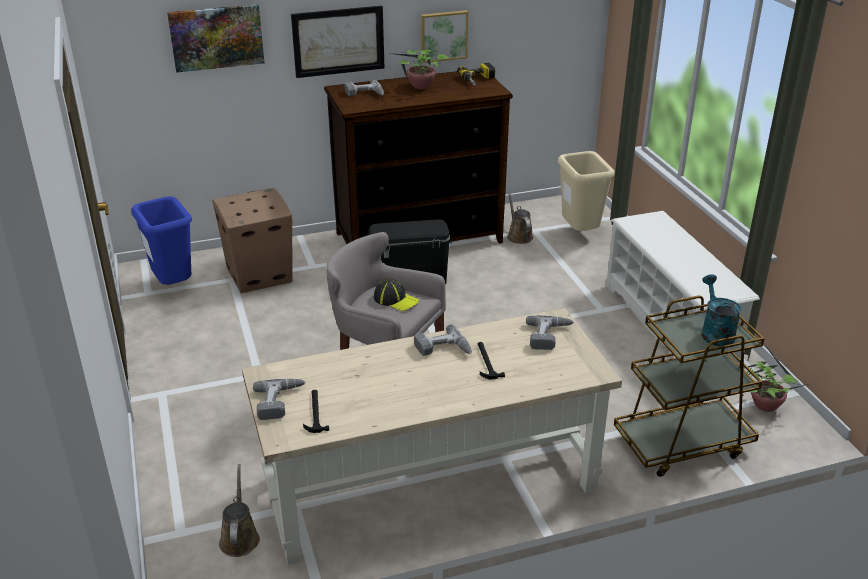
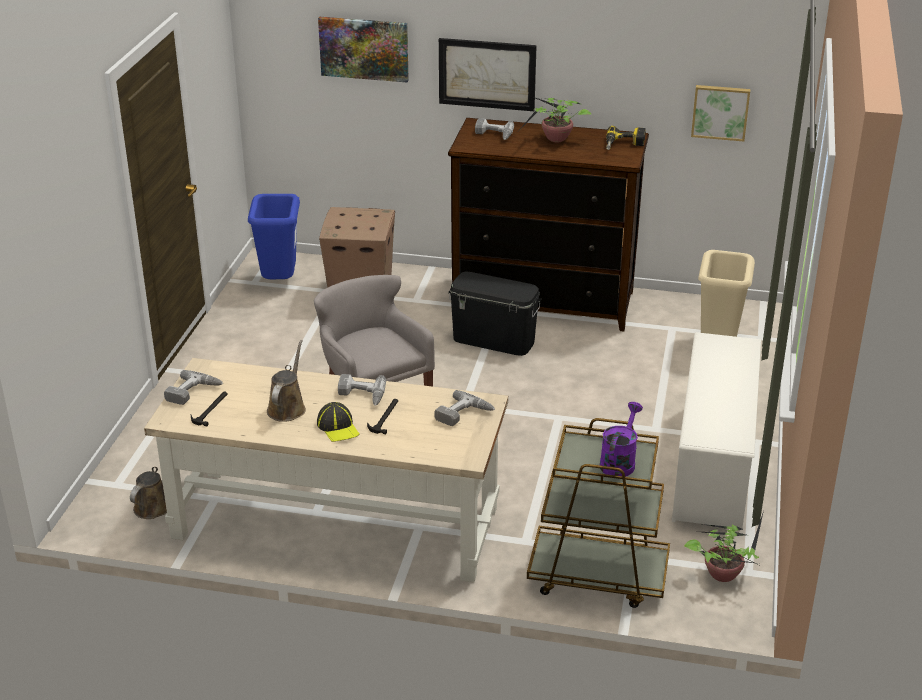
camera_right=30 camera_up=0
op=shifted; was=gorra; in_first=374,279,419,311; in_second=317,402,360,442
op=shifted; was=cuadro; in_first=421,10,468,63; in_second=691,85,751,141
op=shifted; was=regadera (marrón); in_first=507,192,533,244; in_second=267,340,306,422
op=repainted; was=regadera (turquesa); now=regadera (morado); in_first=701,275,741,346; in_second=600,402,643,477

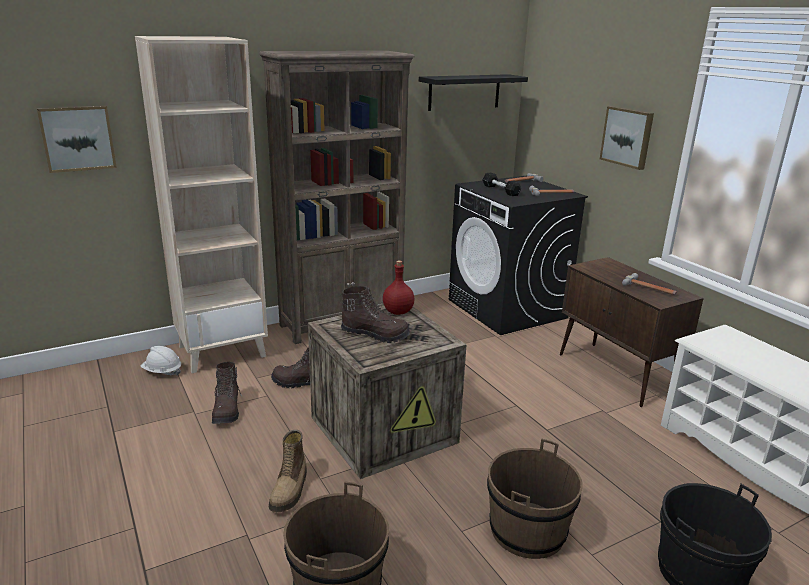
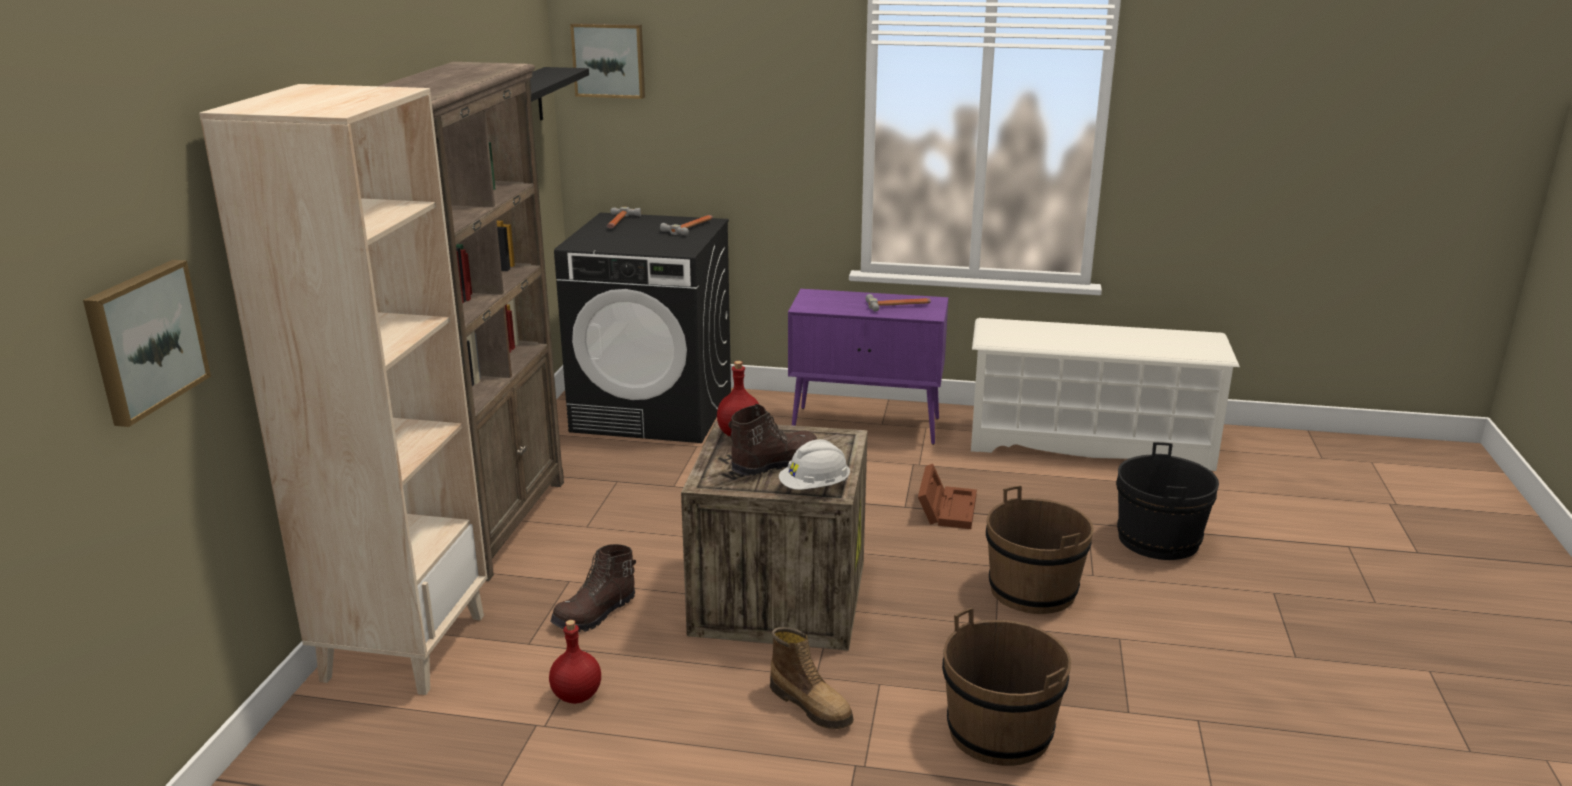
camera_right=-50 camera_up=0
op=shifted; was=casco (blanco); in_first=141,346,181,375; in_second=779,439,850,490
op=swapped; was=bota (marrón); now=botella (rojo); in_first=212,362,242,424; in_second=549,620,601,704
op=gone; was=mancuerna (negro); in_first=482,173,521,196
op=repainted; was=armario (marrón); now=armario (morado); in_first=560,257,704,407; in_second=788,289,948,445
op=shifted; was=cuadro; in_first=600,106,654,170; in_second=570,23,645,99
op=new; now=caja de almacenaje (marrón); in_second=918,464,977,529

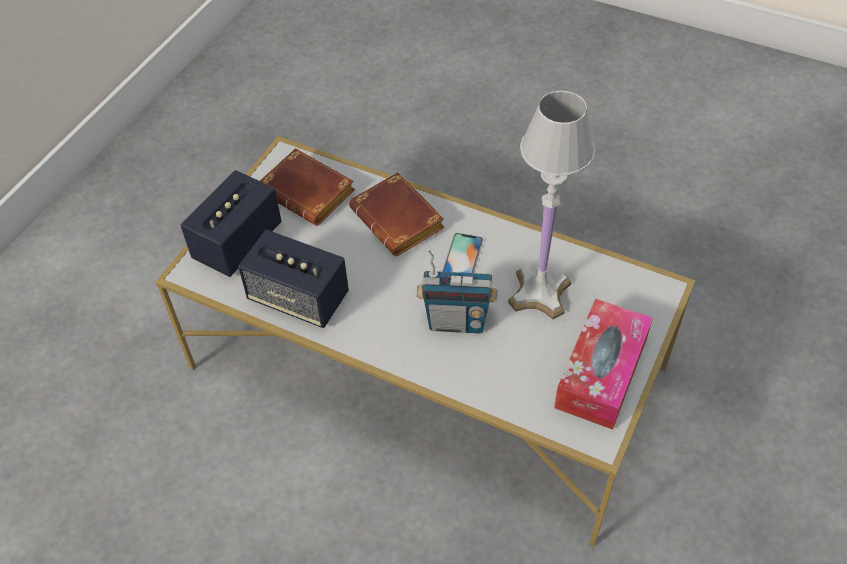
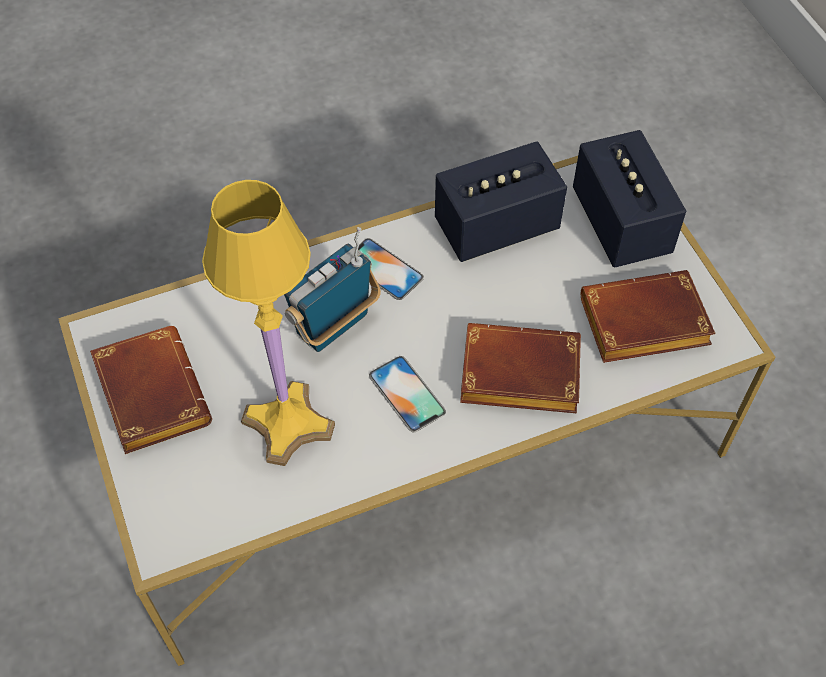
camera_right=130 camera_up=5
op=repainted; was=lámpara de mesa (blanco); now=lámpara de mesa (amarillo); in_first=508,91,595,319; in_second=202,180,335,466
op=swapped; was=caja de pañuelos; now=libro (marrón); in_first=554,299,653,430; in_second=90,326,212,454
op=new; now=móvil; in_second=358,238,424,300

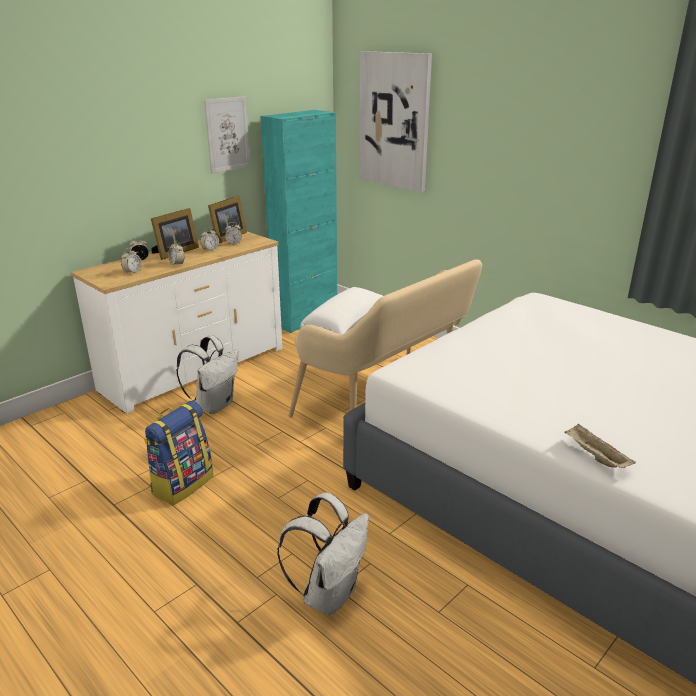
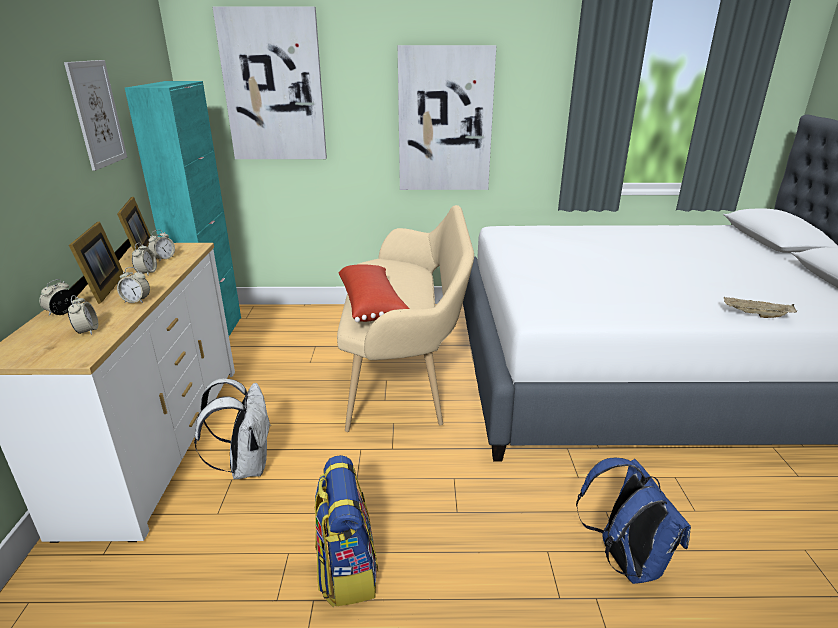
camera_right=-45 camera_up=0
op=repainted; was=mochila (blanco); now=mochila (azul); in_first=277,493,369,615; in_second=576,458,691,584
op=repainted; was=cojín (blanco); now=cojín (rojo); in_first=300,287,383,335; in_second=339,264,410,322
op=new; now=cuadro; in_second=398,45,496,190

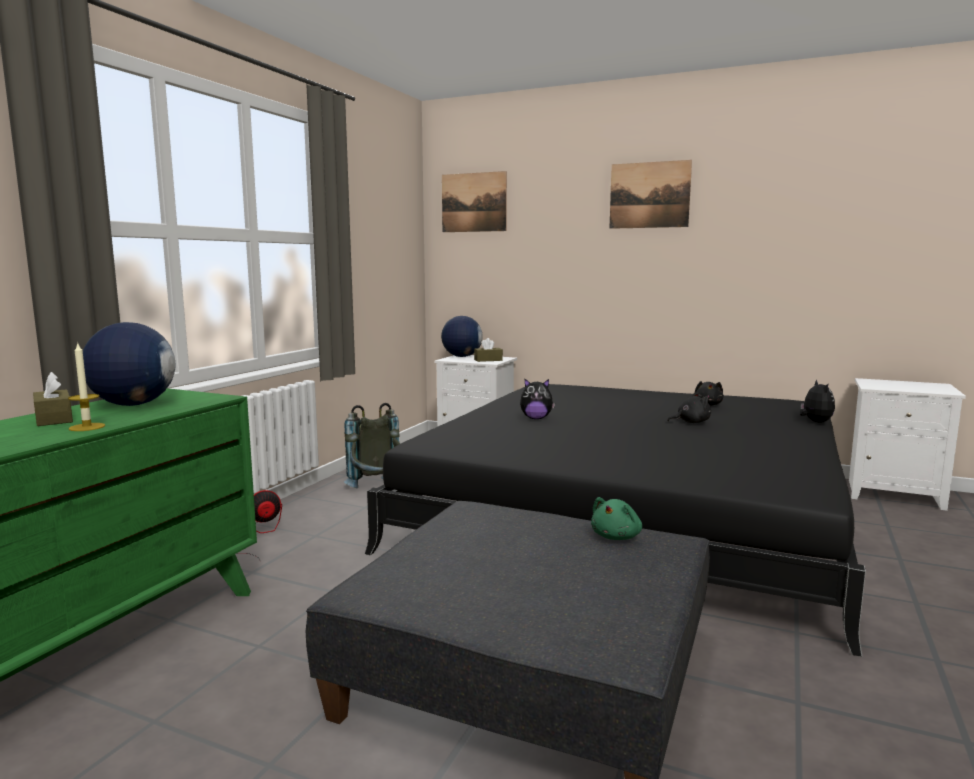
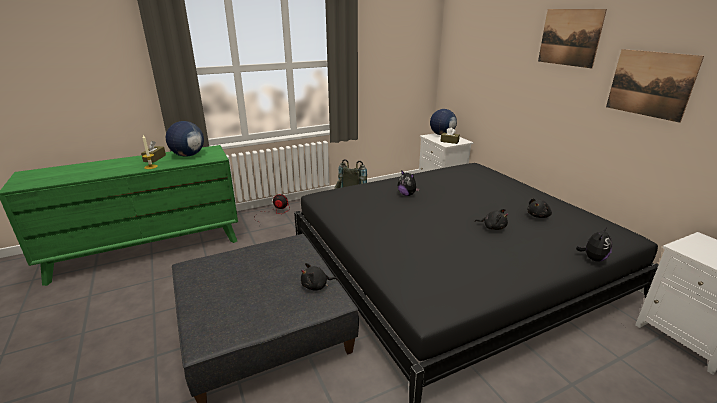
camera_right=40 camera_up=15
op=shifted; was=cuadro; in_first=442,171,507,232; in_second=606,49,704,123
op=repainted; was=peluche (verde); now=peluche (negro); in_first=591,497,642,540; in_second=301,263,338,290

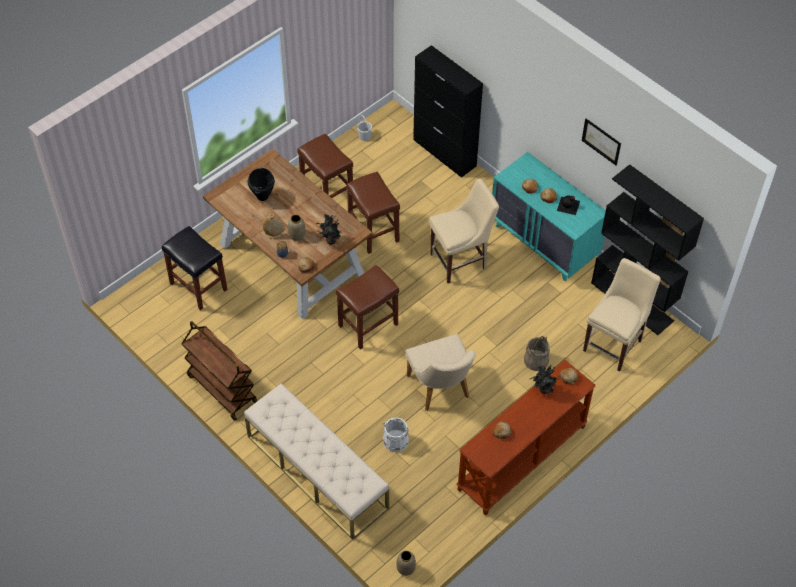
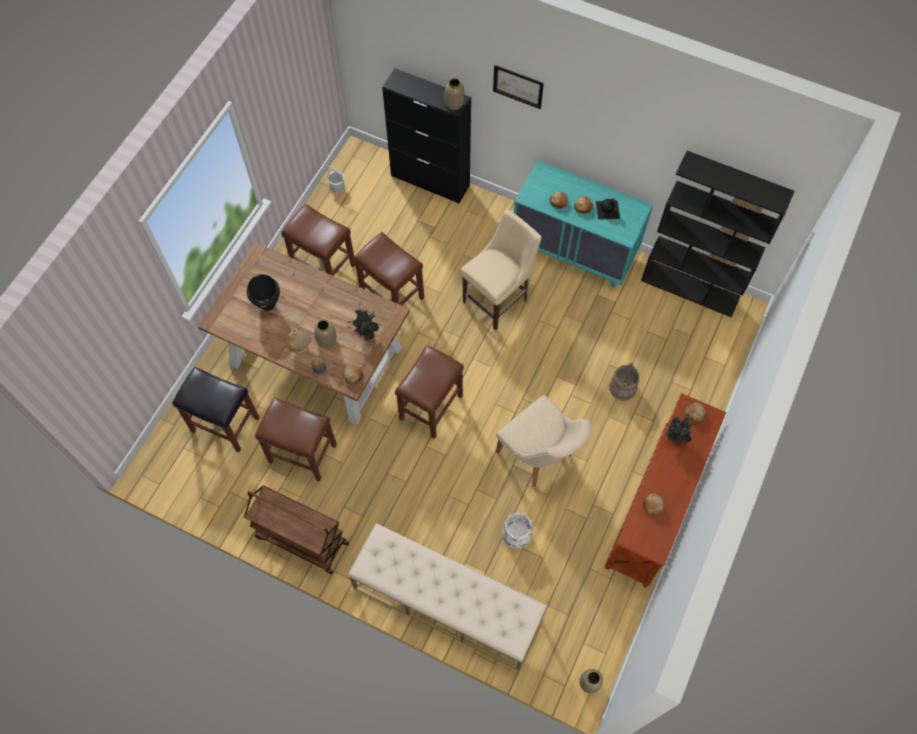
camera_right=-20 camera_up=10
op=shifted; was=cuadro; in_first=582,119,621,165; in_second=493,65,544,109
op=gone; was=silla (beis); in_first=583,258,661,371
op=new; now=taburete (marrón); in_second=255,397,337,482
op=new; now=florero; in_second=445,78,465,110

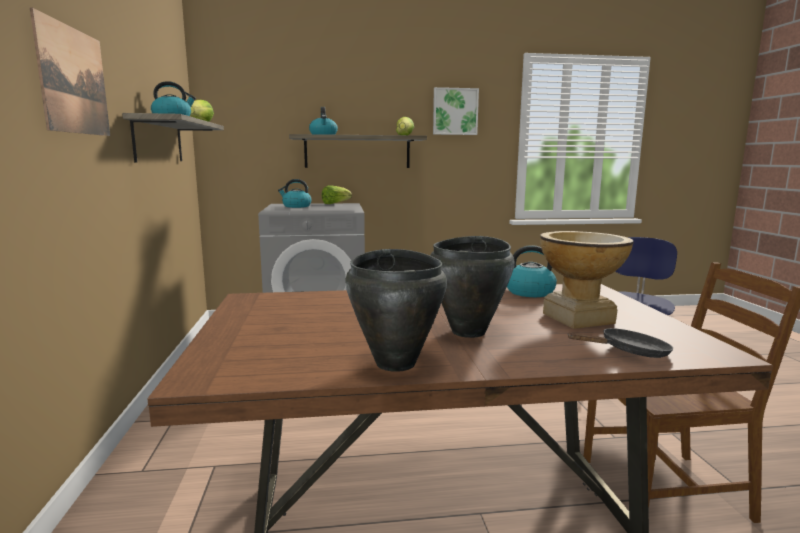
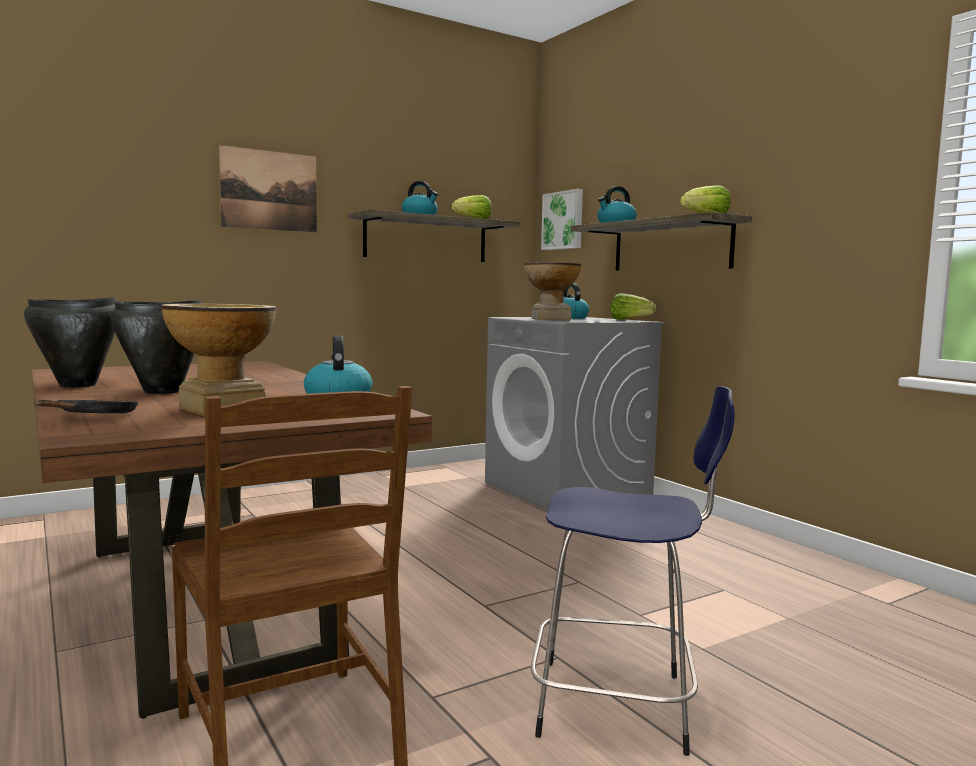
camera_right=65 camera_up=-5
op=shifted; was=cuadro; in_first=433,87,479,135; in_second=541,189,583,250
op=rotated; was=sartén (negro); in_first=567,328,674,358; in_second=34,399,138,413; clockwise=-135
op=new; now=florero; in_second=524,262,581,320

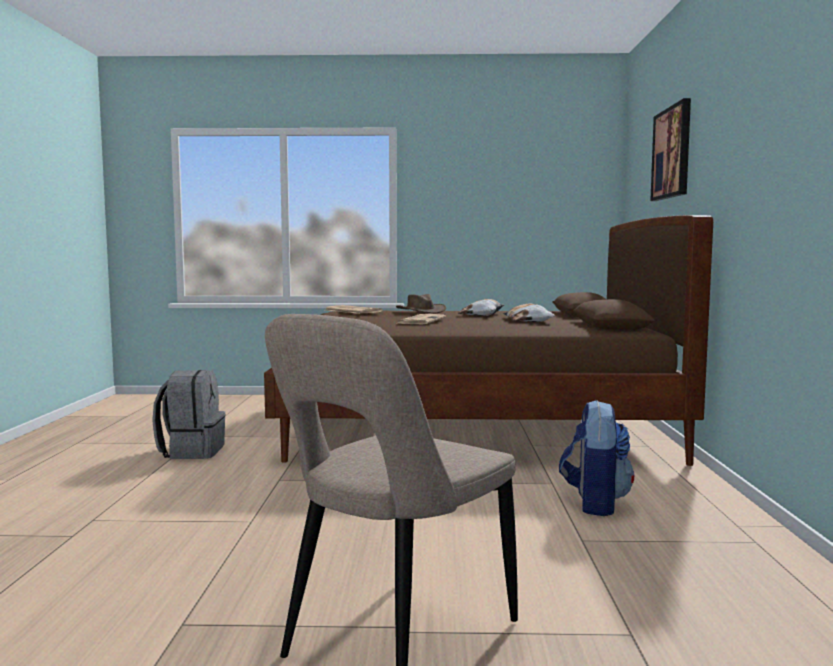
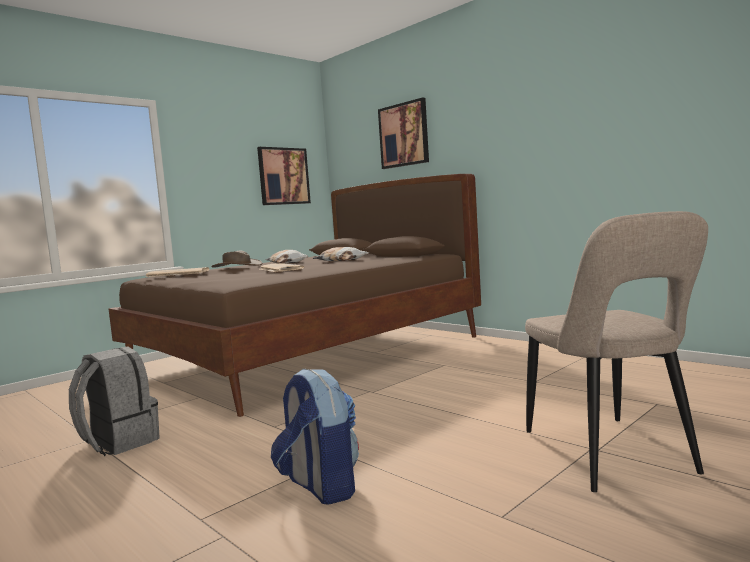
camera_right=-45 camera_up=0
op=shifted; was=mochila; in_first=559,400,634,516; in_second=271,368,359,505
op=new; now=cuadro; in_second=257,147,311,205

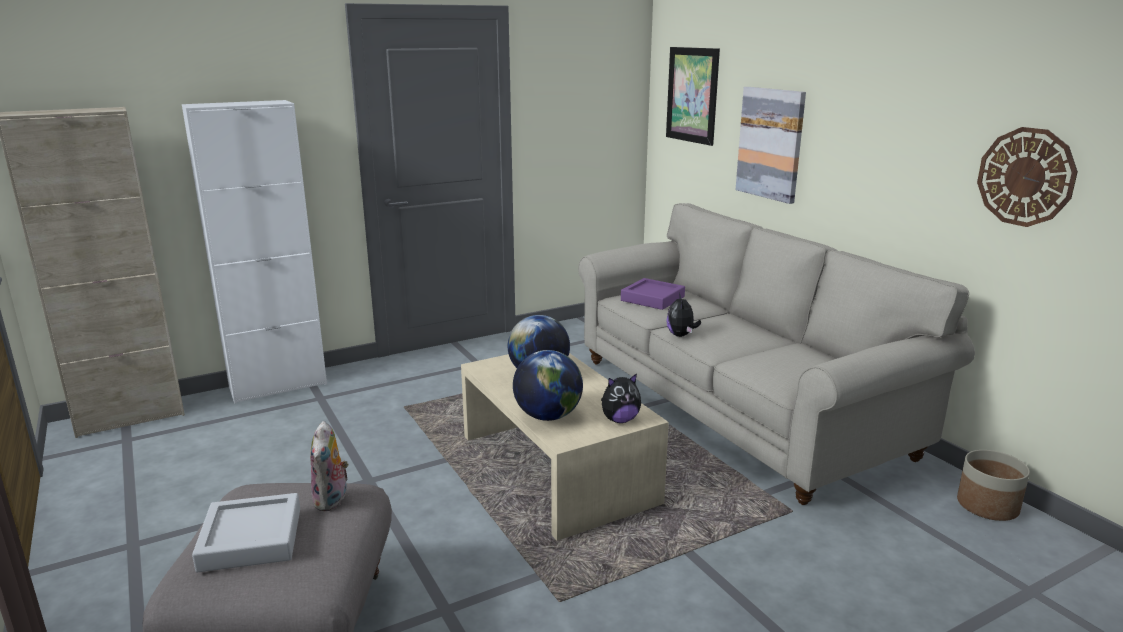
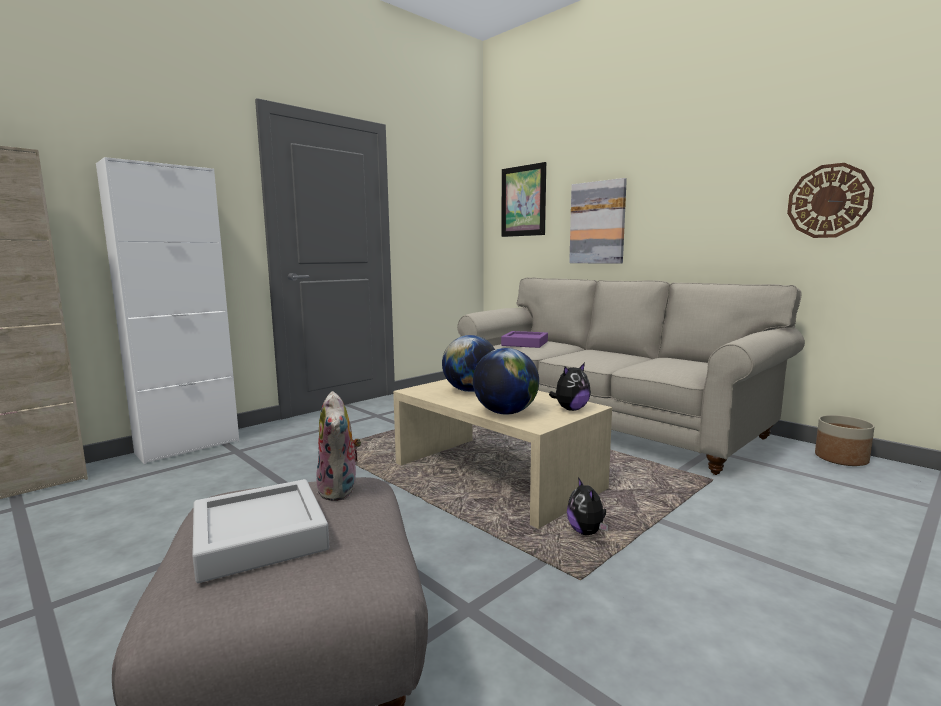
camera_right=-15 camera_up=-10
op=shifted; was=peluche; in_first=666,293,701,337; in_second=567,477,608,535

